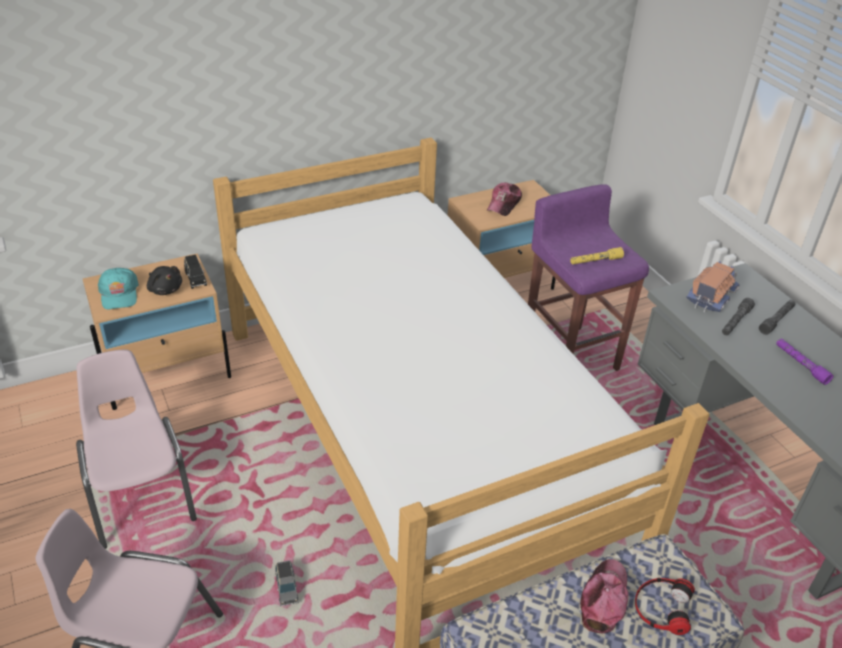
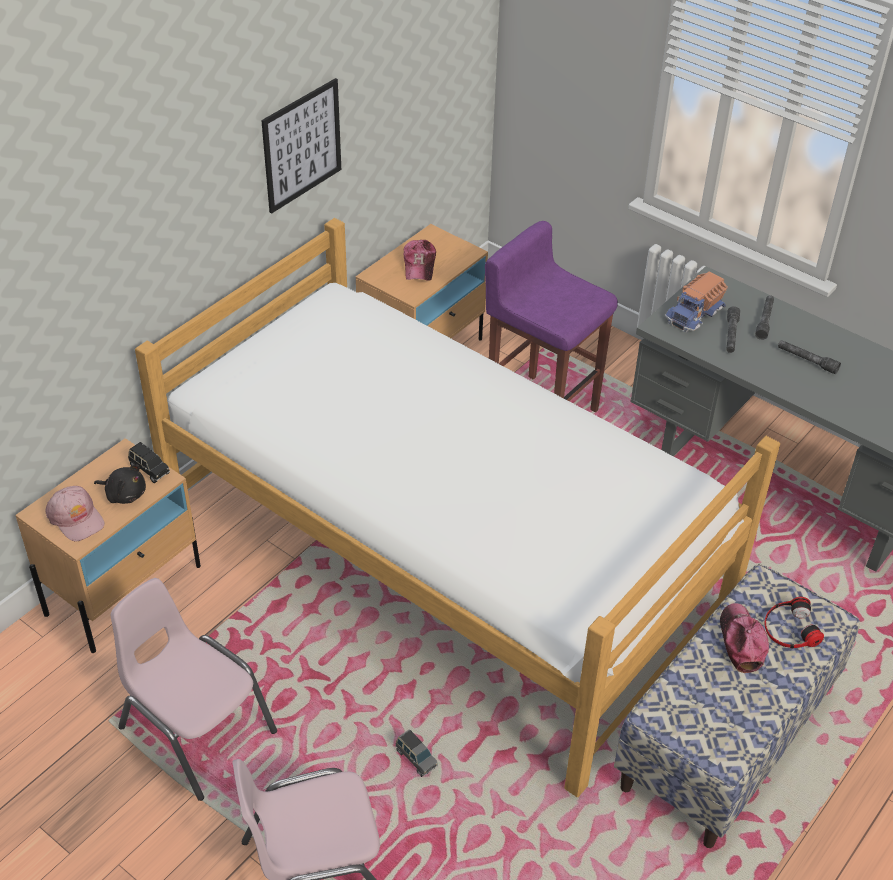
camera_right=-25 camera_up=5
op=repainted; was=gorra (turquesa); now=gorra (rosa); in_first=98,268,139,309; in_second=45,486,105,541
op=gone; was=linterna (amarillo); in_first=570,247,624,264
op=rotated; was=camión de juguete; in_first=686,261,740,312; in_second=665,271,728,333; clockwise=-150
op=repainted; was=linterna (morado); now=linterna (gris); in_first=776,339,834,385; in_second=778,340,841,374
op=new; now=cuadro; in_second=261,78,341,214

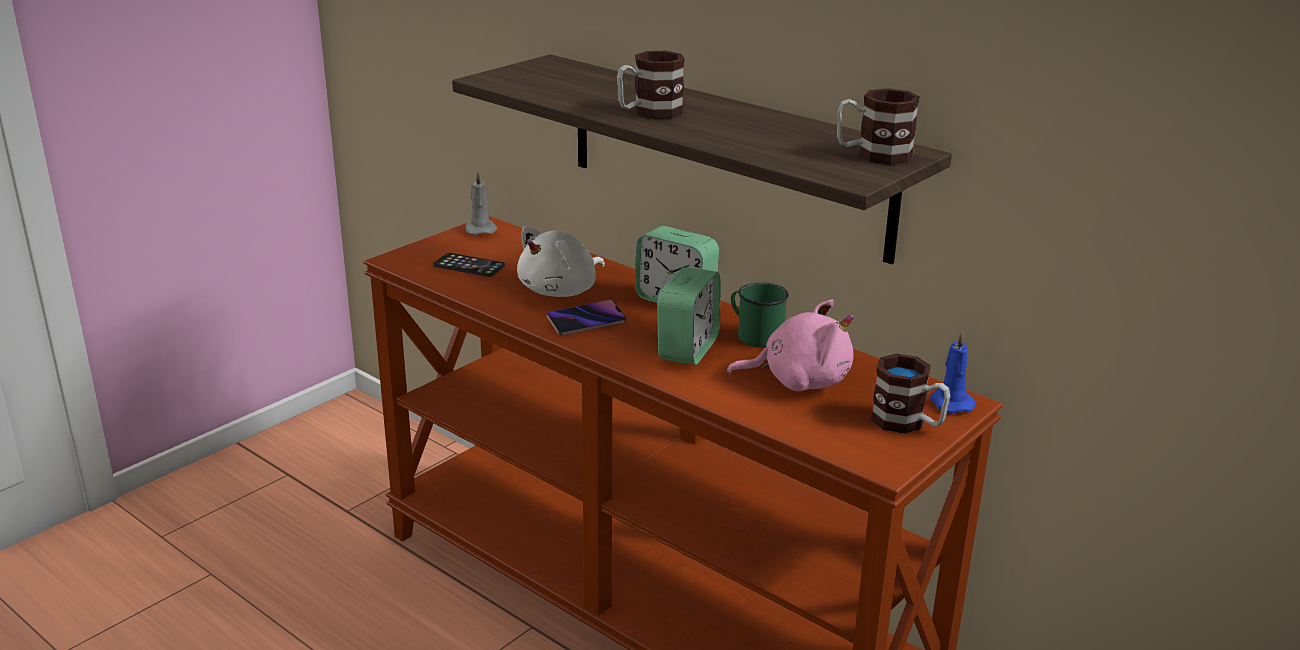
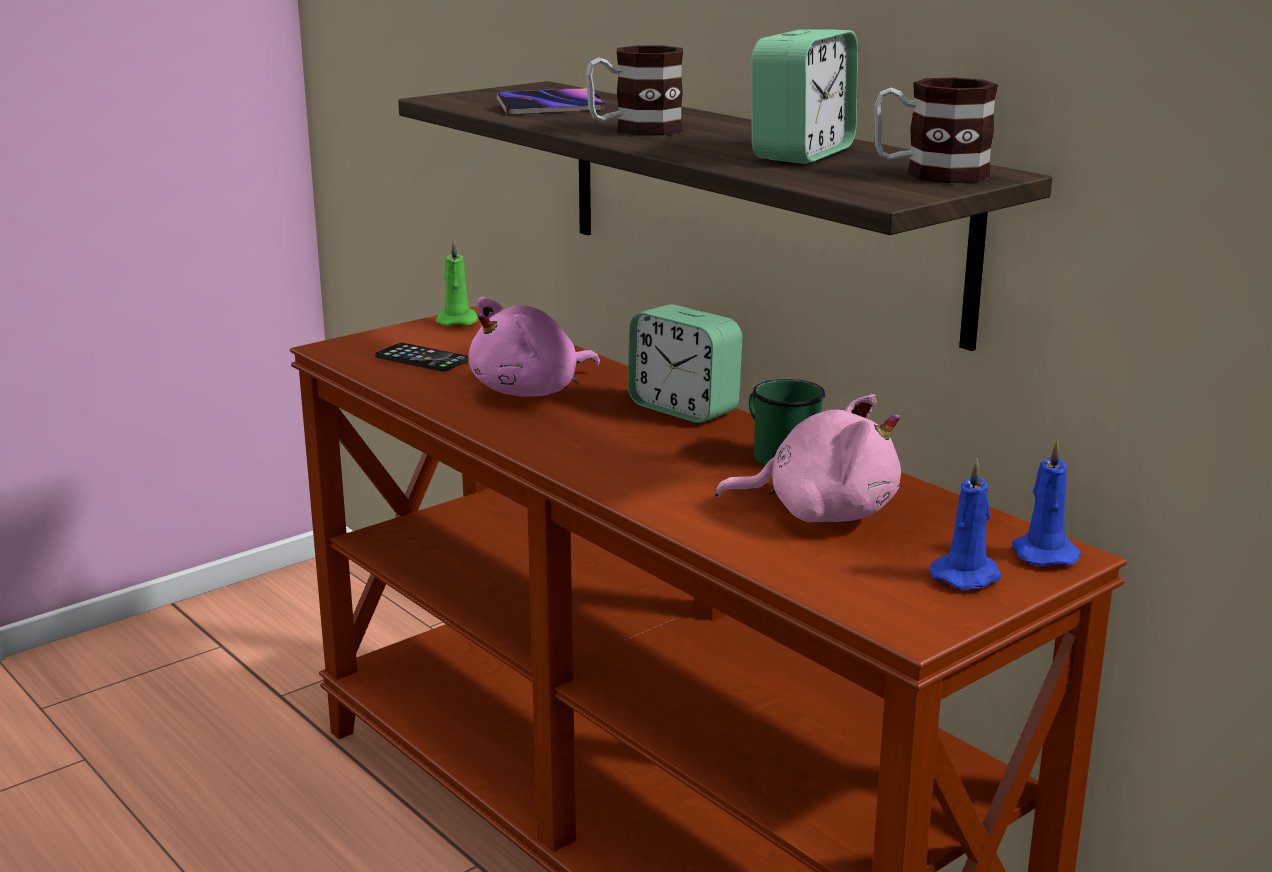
camera_right=10 camera_up=-5
op=repainted; was=vela (gris); now=vela (verde); in_first=465,171,497,235; in_second=436,239,478,326
op=repainted; was=peluche (blanco); now=peluche (rosa); in_first=517,226,605,297; in_second=469,297,600,397
op=shifted; was=móvil; in_first=547,300,626,336; in_second=497,88,605,114
op=shifted; was=despertador; in_first=657,267,720,365; in_second=751,29,858,164
op=swapped; was=taza grande; now=vela (azul); in_first=871,354,950,434; in_second=929,459,1002,590

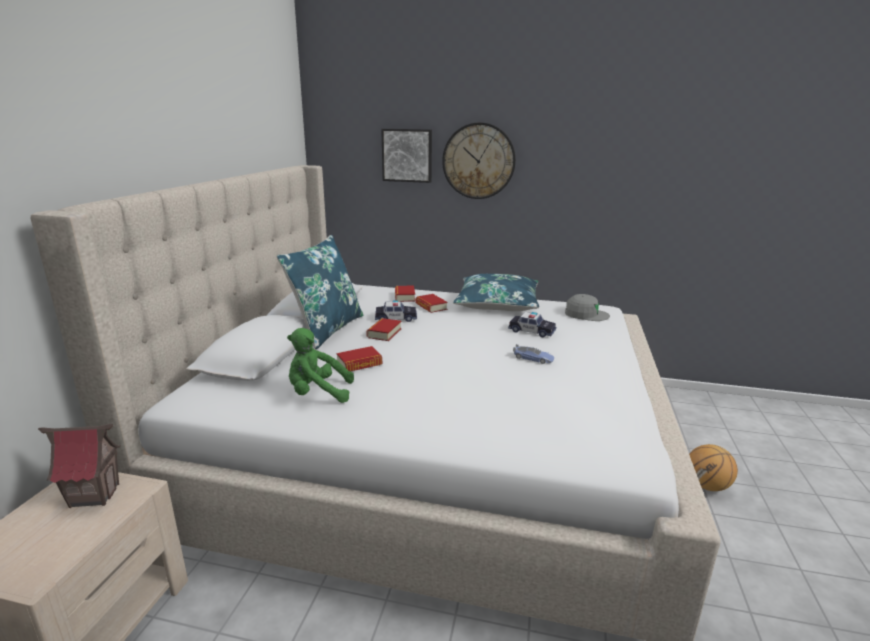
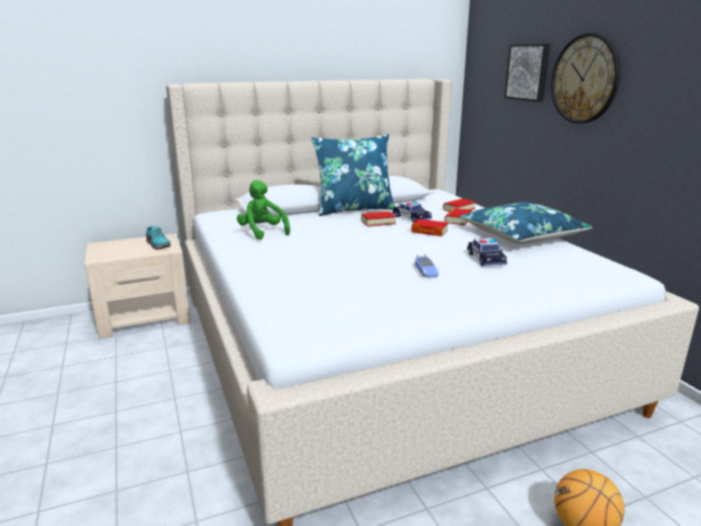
camera_right=55 camera_up=0
op=swapped; was=casita; now=zapato (turquesa); in_first=38,424,121,508; in_second=146,226,171,250
op=shifted; was=libro; in_first=337,346,382,371; in_second=411,219,448,236
op=gone; was=gorra (gris); in_first=565,294,610,321

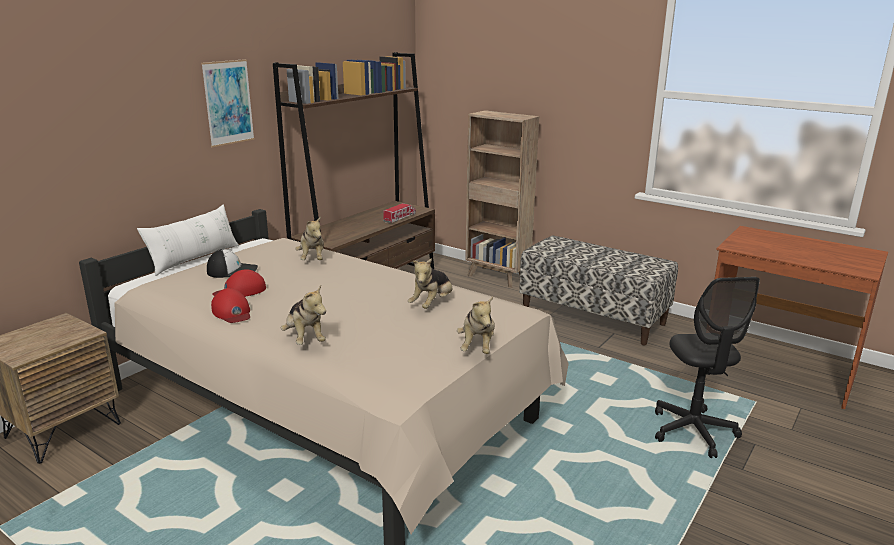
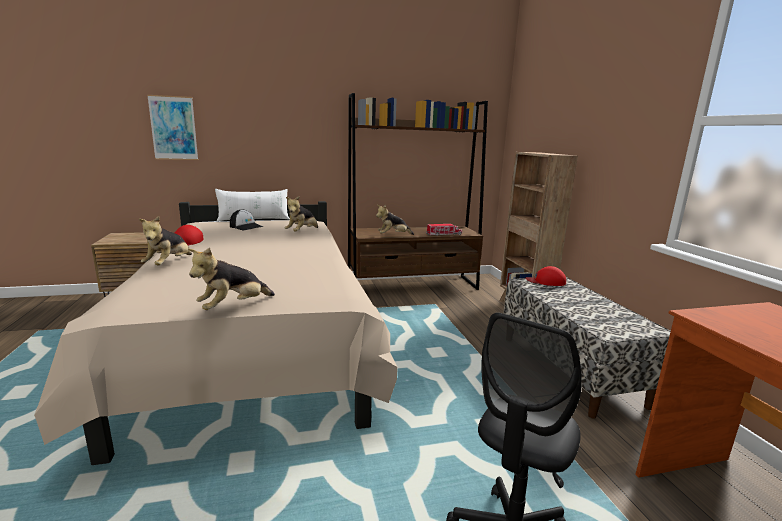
camera_right=40 camera_up=-5
op=shifted; was=cuadro; in_first=201,59,255,147; in_second=147,95,198,160
op=shifted; was=gorra (rojo); in_first=212,269,266,297; in_second=525,266,566,286
op=shifted; was=peluche; in_first=408,258,452,309; in_second=376,205,414,235

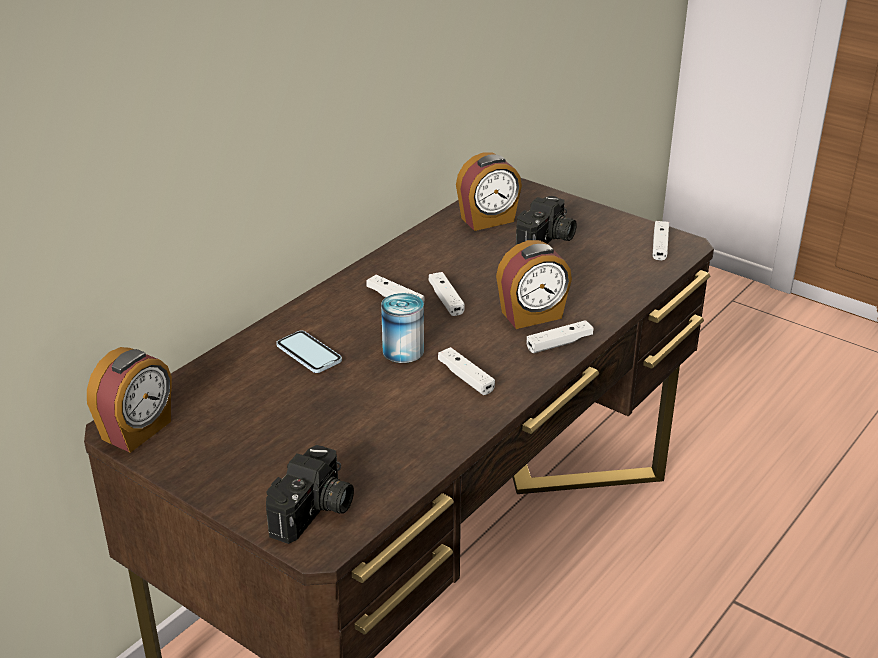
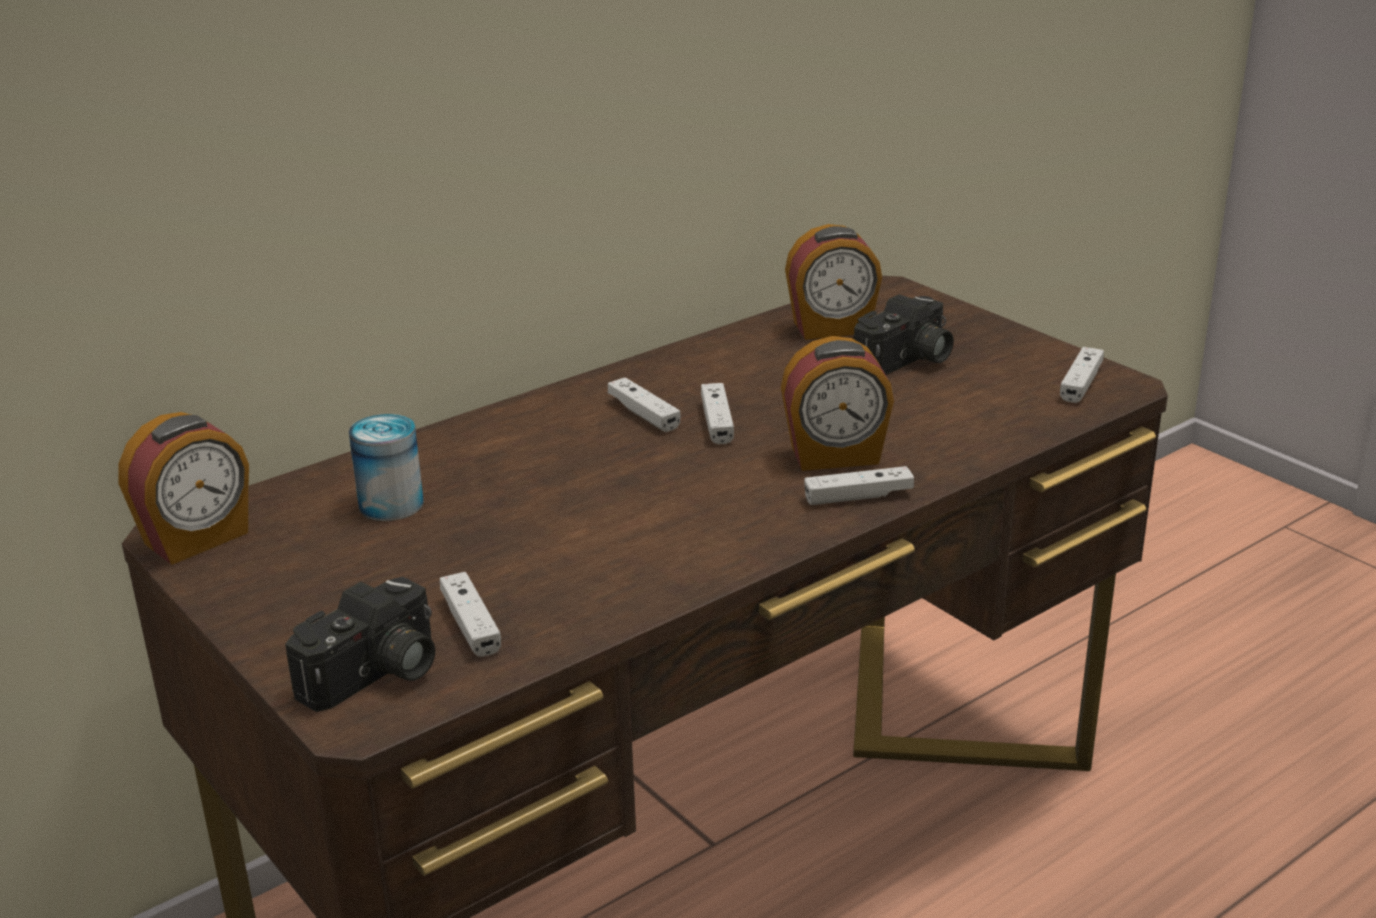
camera_right=15 camera_up=-5
op=gone; was=móvil; in_first=276,331,342,373
op=shifted; was=lata; in_first=381,293,424,363; in_second=349,414,424,521
op=shifted; was=mando de consola (blanco); in_first=438,347,495,395; in_second=440,572,501,657

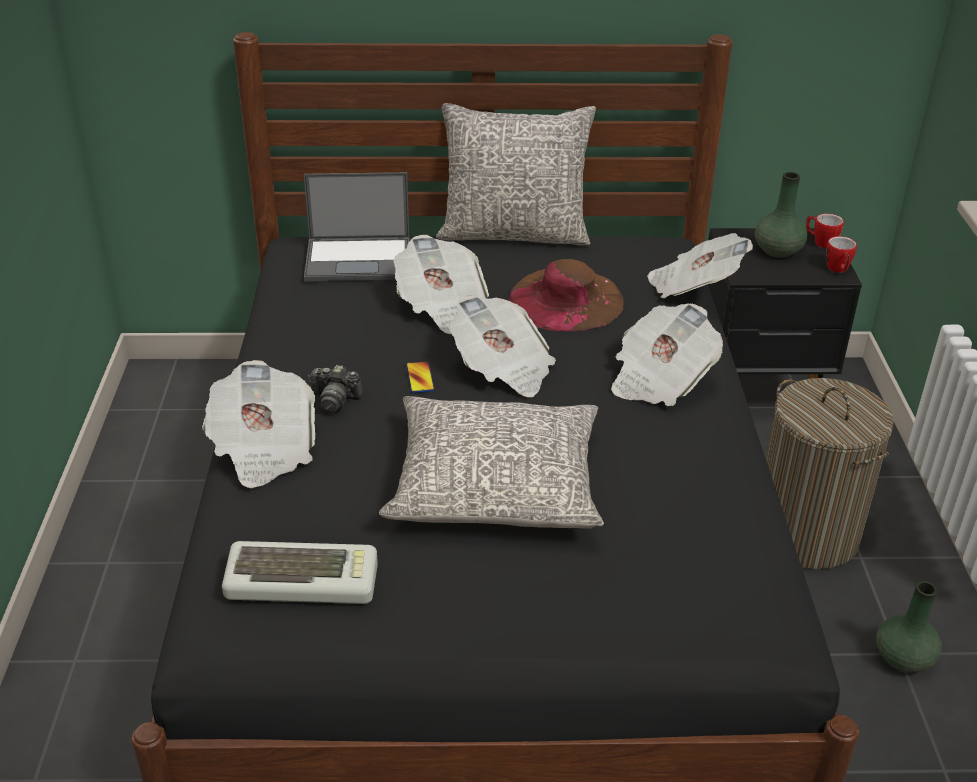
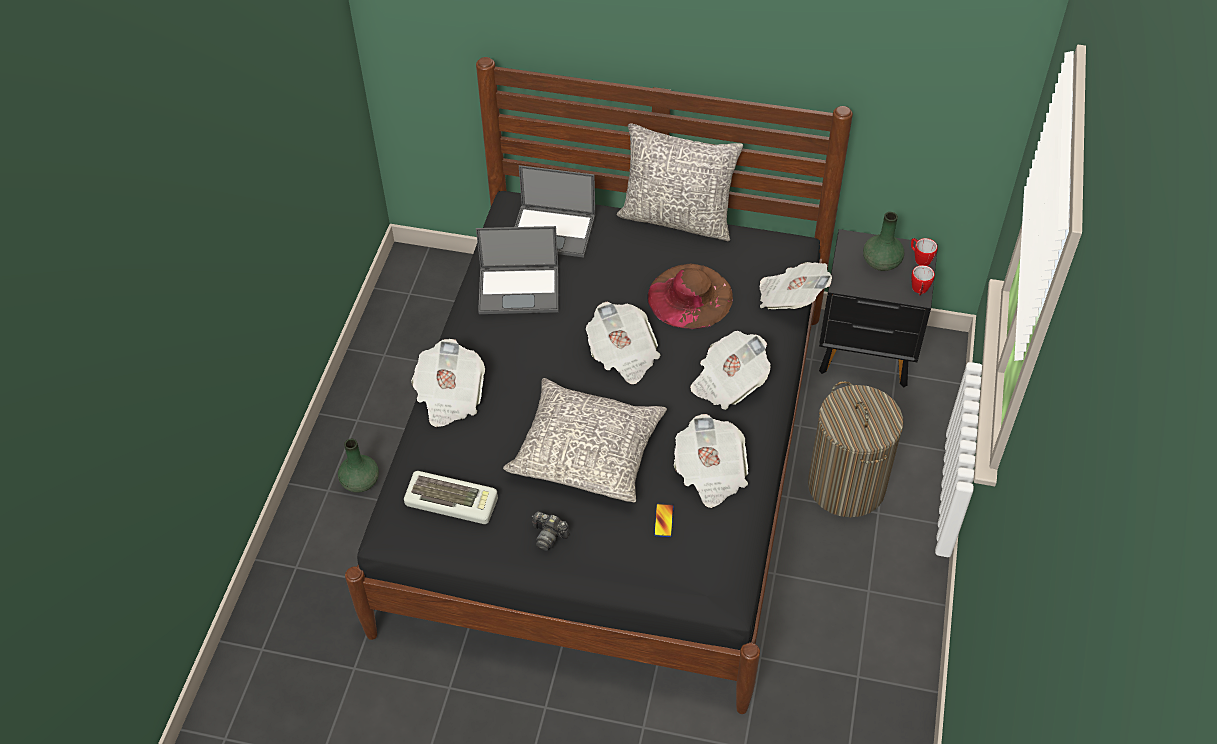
camera_right=15 camera_up=15
op=shifted; was=cámara; in_first=308,365,362,414; in_second=532,512,570,551
op=shifted; was=periódico; in_first=393,235,489,334; in_second=674,414,748,508
op=shifted; was=móvil; in_first=406,361,435,393; in_second=654,503,674,537
op=shifted; was=florero (verde); in_first=876,581,942,672; in_second=338,439,379,493
op=new; now=portátil; in_second=476,226,558,314

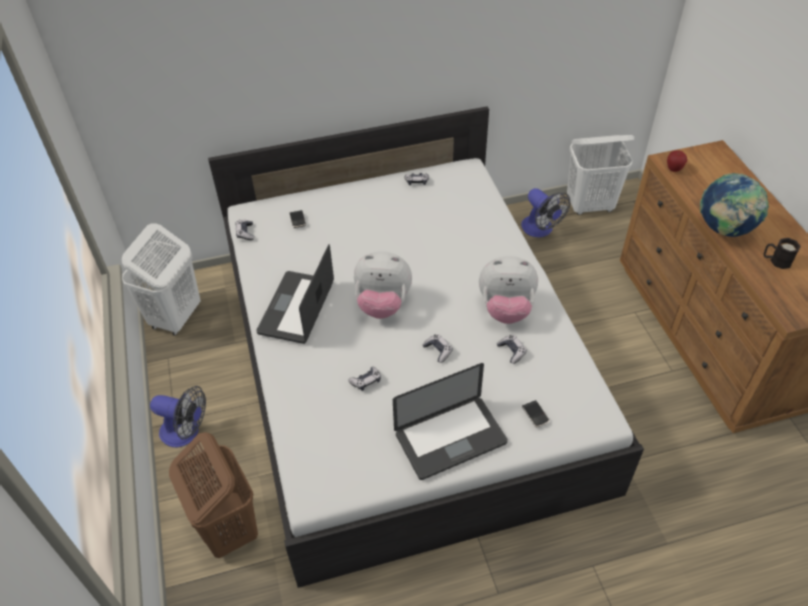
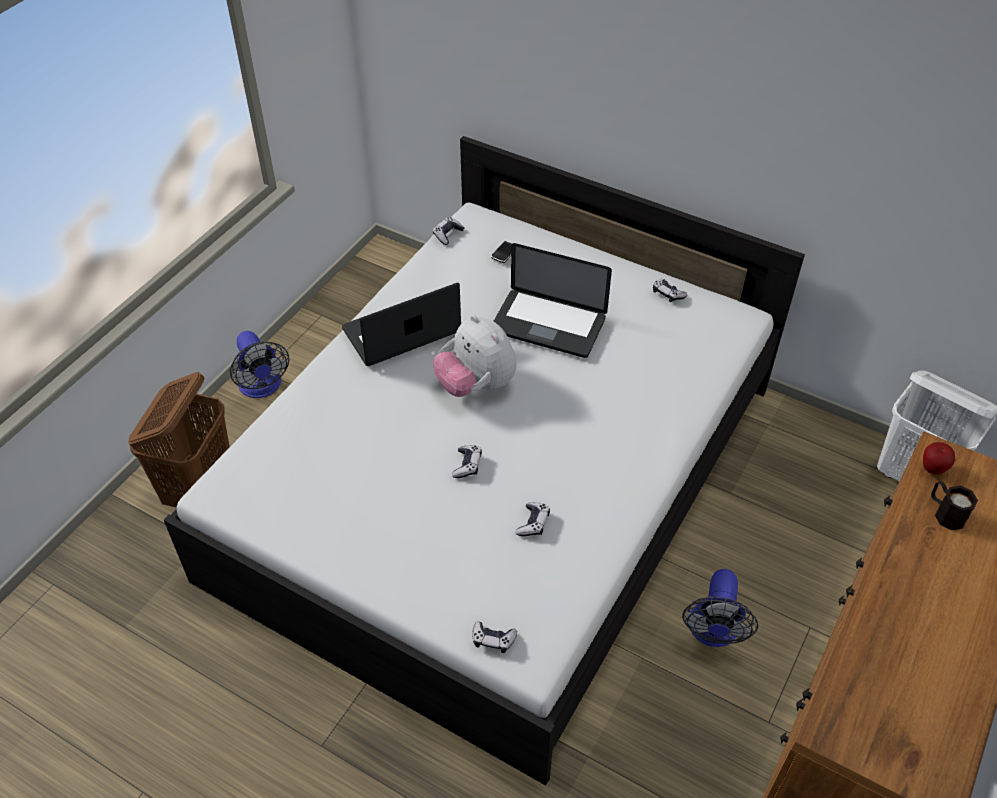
camera_right=45 camera_up=0
op=gone; was=cesto de la ropa (blanco); in_first=122,223,201,335
op=shifted; was=mando de consola; in_first=348,366,381,391; in_second=472,621,517,653
op=shifted; was=portátil; in_first=393,363,508,480; in_second=493,243,612,358
op=gone; was=peluche; in_first=479,256,538,324
op=shifted; was=ventilador; in_first=521,188,570,238; in_second=682,569,758,647
op=gone; was=móvil; in_first=522,400,550,427
op=gone; was=globo terráqueo; in_first=700,173,769,237
op=shifted; was=taza grande (negro); in_first=764,238,801,269; in_second=931,481,978,530

